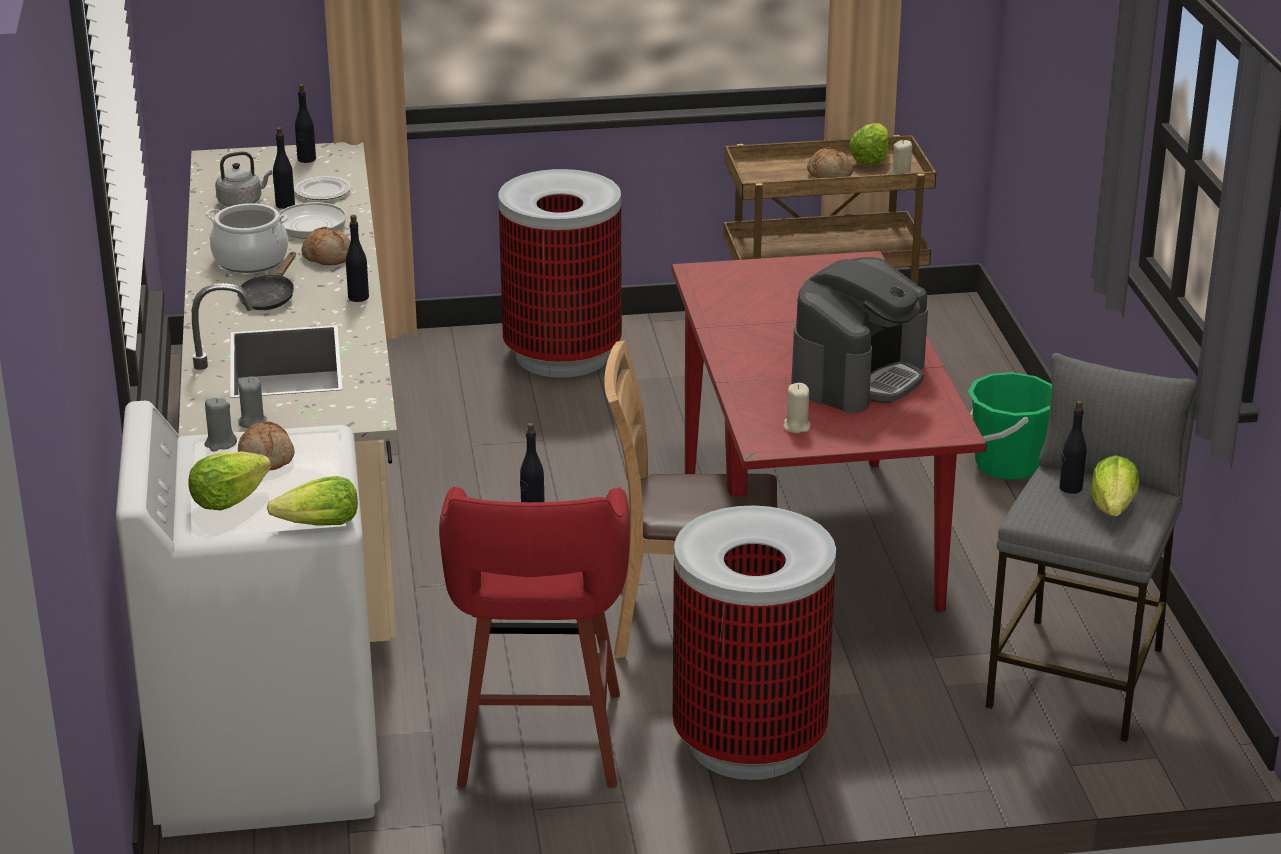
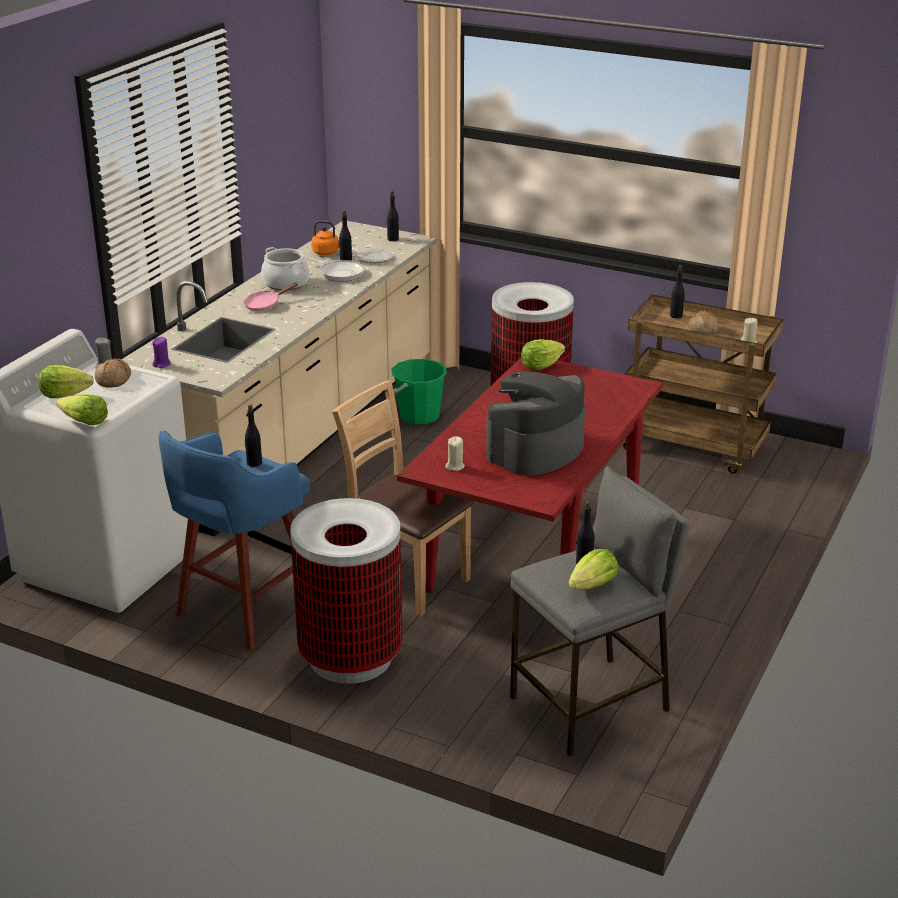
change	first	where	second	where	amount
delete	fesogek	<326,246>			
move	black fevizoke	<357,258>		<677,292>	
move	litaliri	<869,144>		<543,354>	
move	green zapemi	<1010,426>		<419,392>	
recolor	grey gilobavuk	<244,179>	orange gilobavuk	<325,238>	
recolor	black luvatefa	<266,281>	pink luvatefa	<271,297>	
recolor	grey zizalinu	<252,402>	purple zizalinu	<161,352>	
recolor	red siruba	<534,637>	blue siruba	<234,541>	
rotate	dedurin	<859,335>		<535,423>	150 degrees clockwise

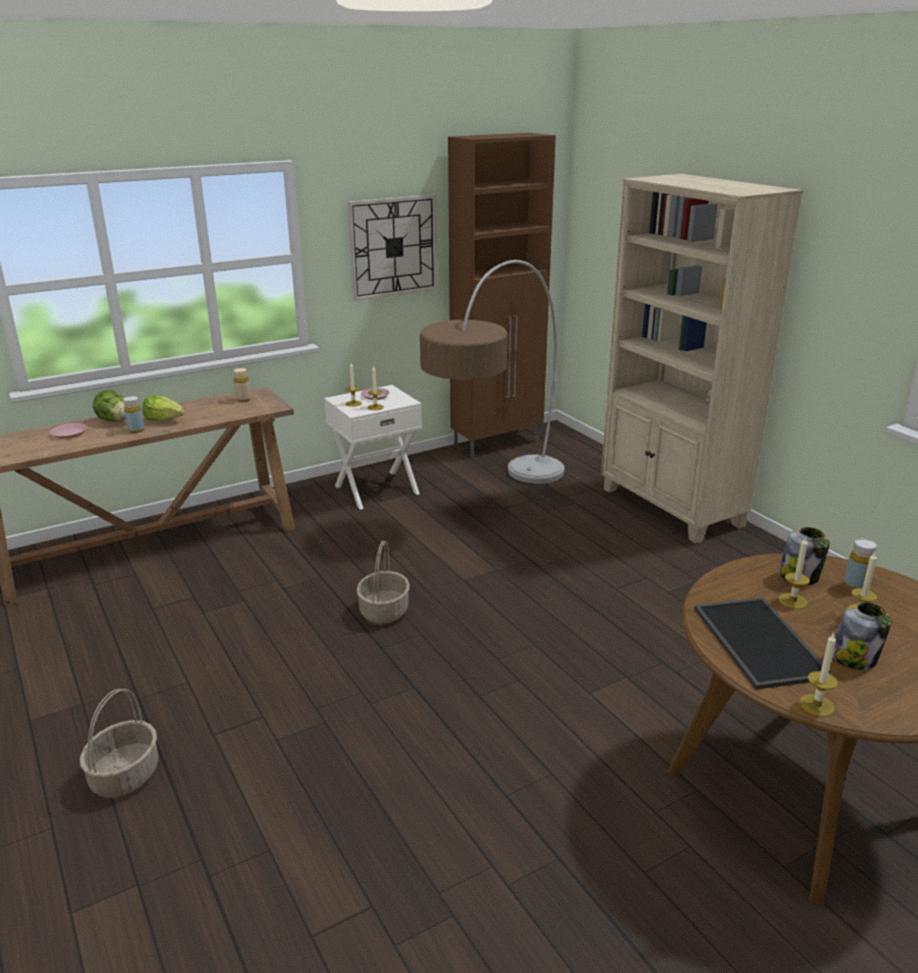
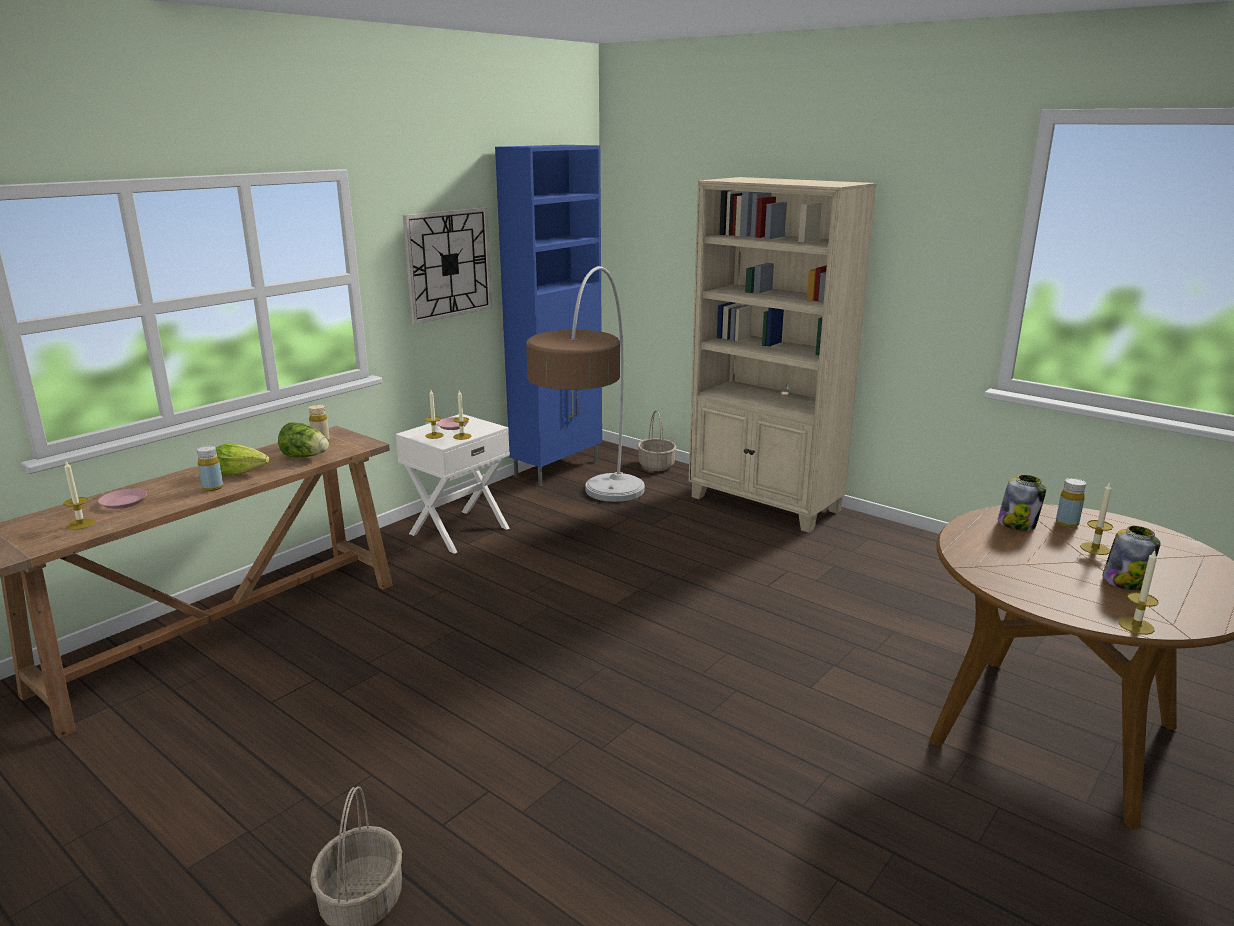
change	first	where	second	where	amount
delete	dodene	<764,643>			
move	litaliri	<109,405>		<303,440>	
move	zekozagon	<383,582>		<656,440>	
move	zizalinu	<794,572>		<79,495>	
recolor	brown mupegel	<502,295>	blue mupegel	<548,315>	

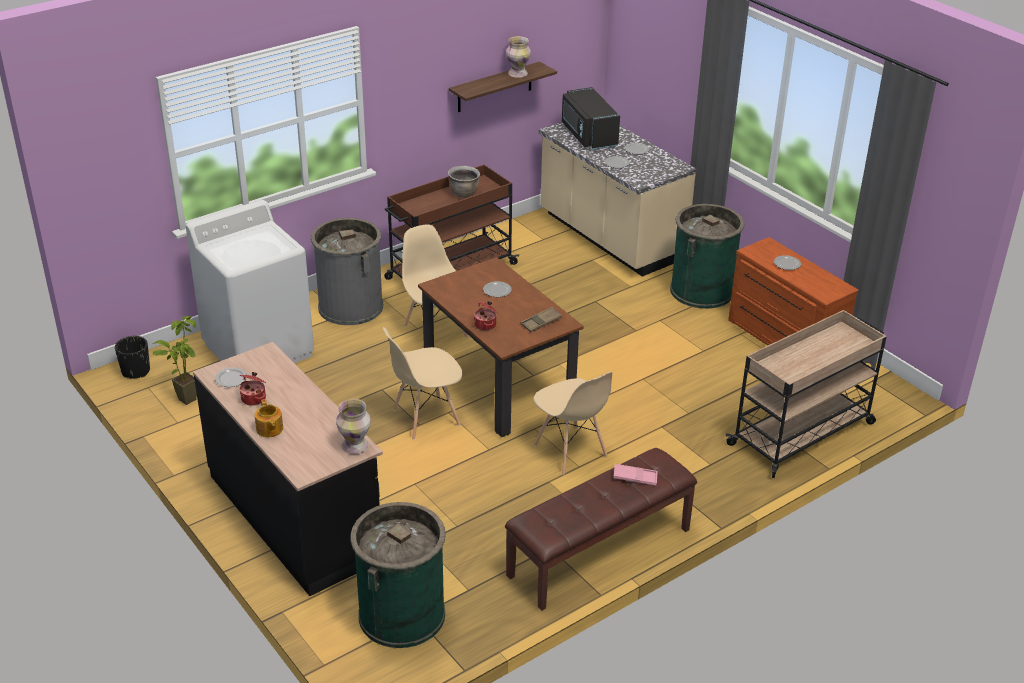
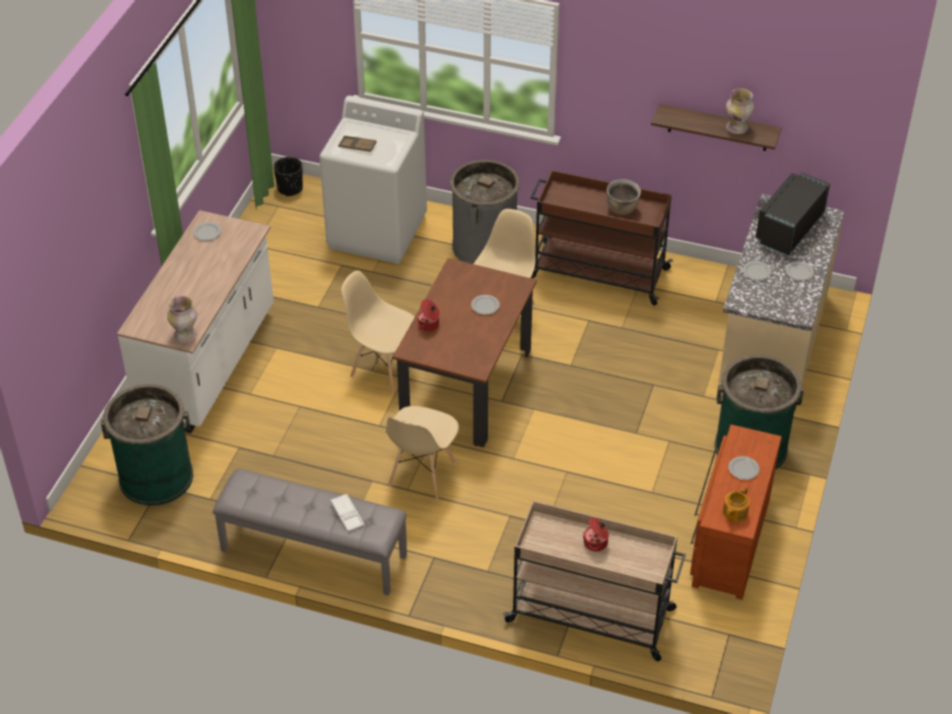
change	first	where	second	where	amount
delete	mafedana	<175,360>			
move	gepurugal	<253,389>		<596,534>	
move	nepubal	<269,418>		<736,504>	
move	brown dodene	<541,319>		<357,144>	
recolor	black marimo	<288,469>	white marimo	<195,321>	
recolor	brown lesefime	<601,529>	grey lesefime	<310,532>	
recolor	pink dodene	<635,474>	white dodene	<347,513>	

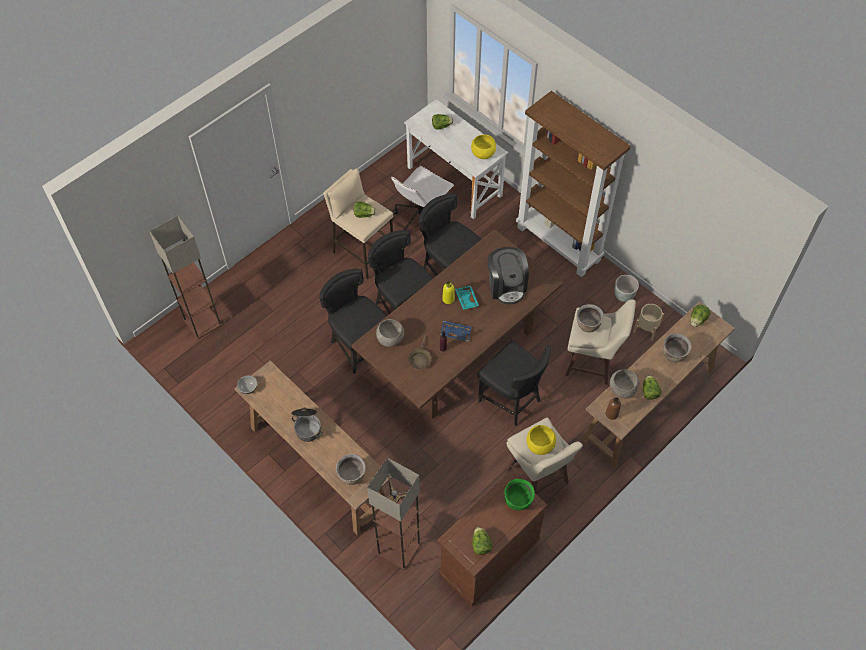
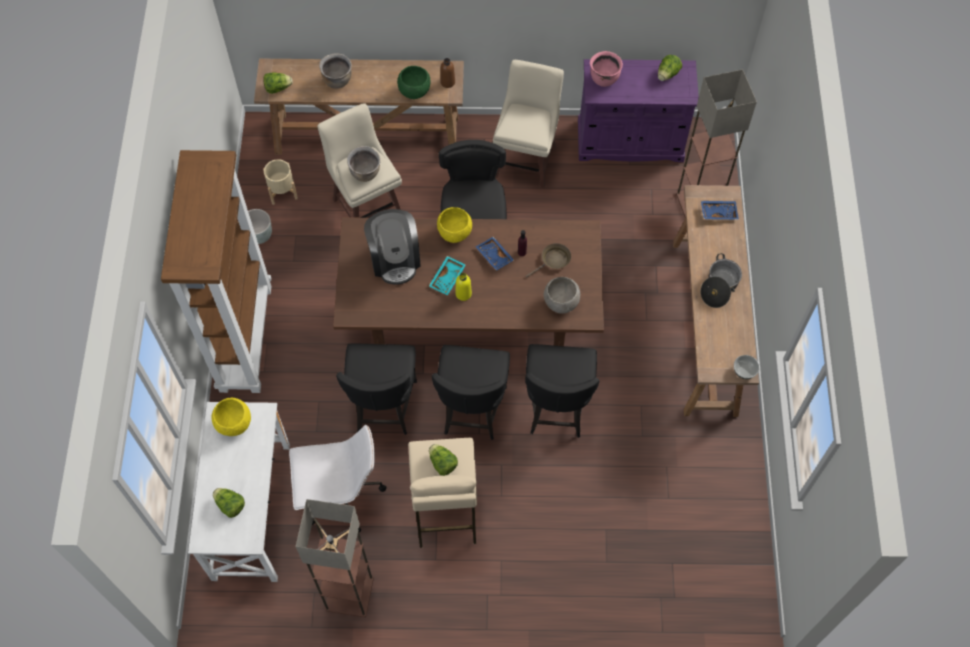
change	first	where	second	where	amount
delete	litaliri	<652,387>			
move	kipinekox	<185,277>		<334,558>	
move	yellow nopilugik	<541,440>		<454,225>	
replace	brown gepurugal	<351,469>	blue dodene	<720,210>	
recolor	brown mupegel	<492,538>	purple mupegel	<638,110>	
recolor	green gepurugal	<520,494>	pink gepurugal	<606,69>	
recolor	grey nopilugik	<624,383>	green nopilugik	<413,82>	
rotate	dedurin	<508,275>		<392,247>	135 degrees clockwise

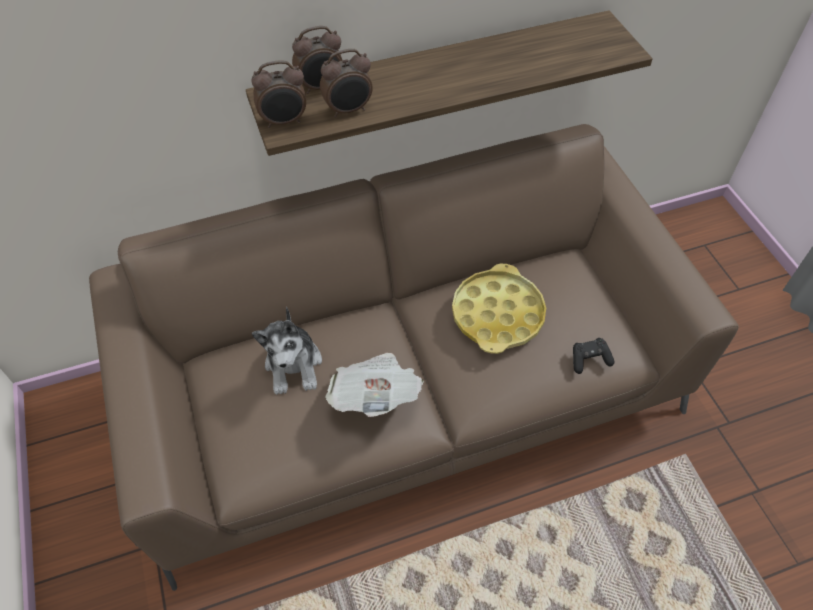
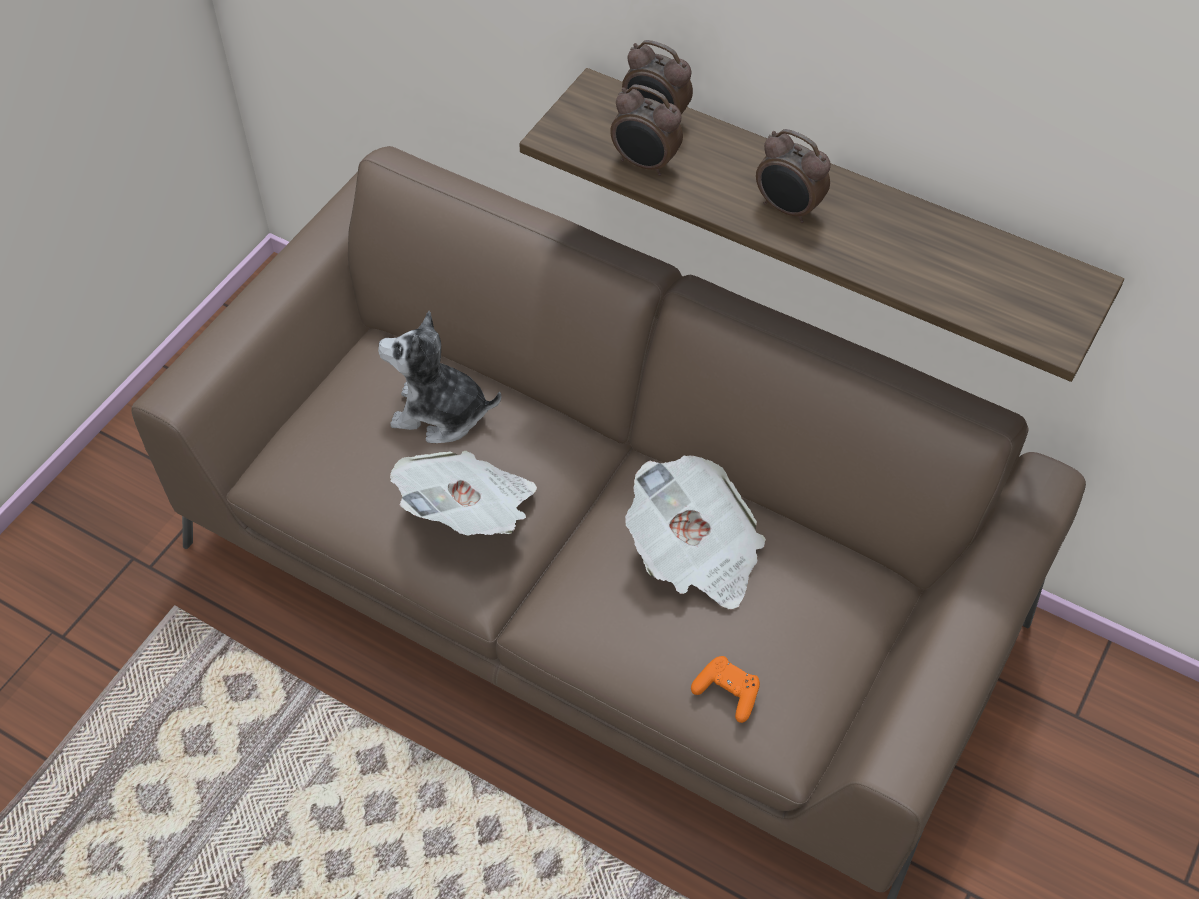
change	first	where	second	where	amount
move	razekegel	<279,94>		<793,176>	
replace	yellow dodene	<499,308>	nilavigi	<695,532>	
recolor	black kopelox	<593,356>	orange kopelox	<725,689>	
rotate	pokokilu	<287,351>		<439,377>	60 degrees clockwise

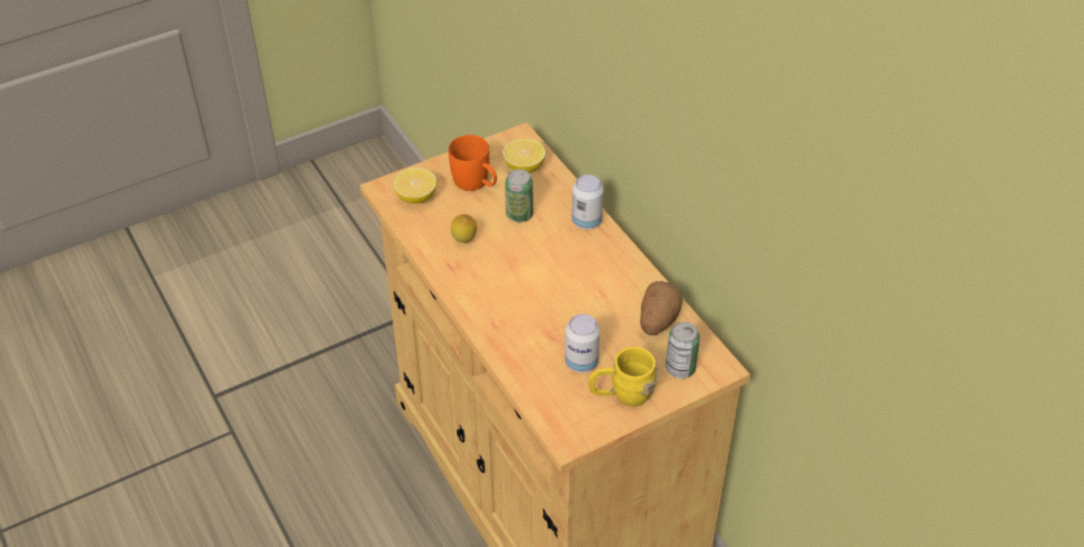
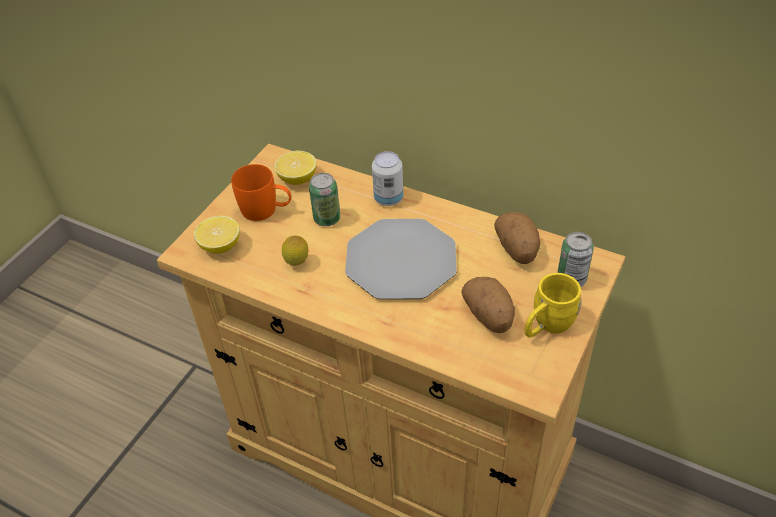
change	first	where	second	where	amount
insert			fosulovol	<401,259>	
replace	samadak	<582,343>	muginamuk	<488,305>	

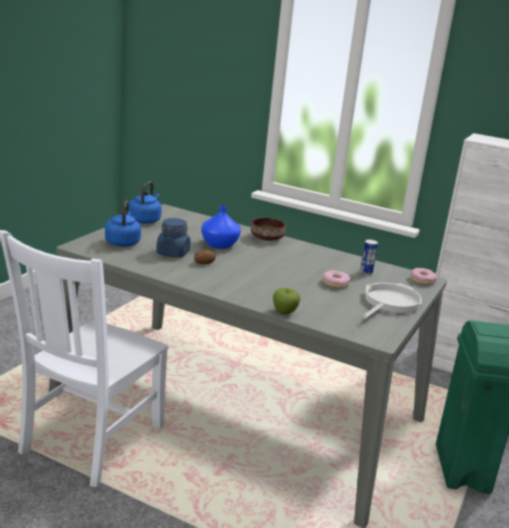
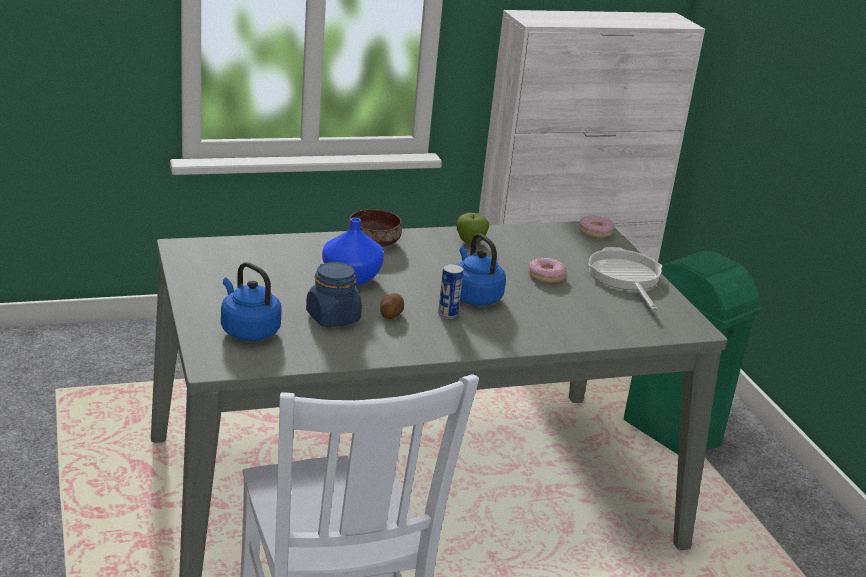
change	first	where	second	where	amount
move	blue gilobavuk	<145,203>		<481,269>	
move	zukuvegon	<286,301>		<472,229>	
move	samadak	<369,257>		<450,291>	

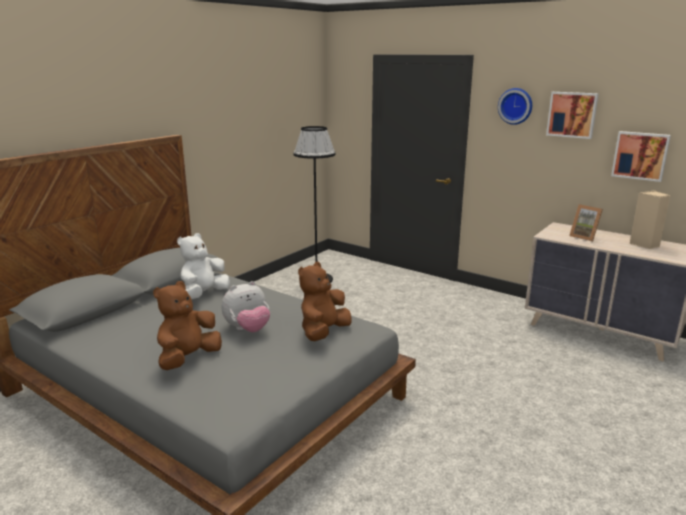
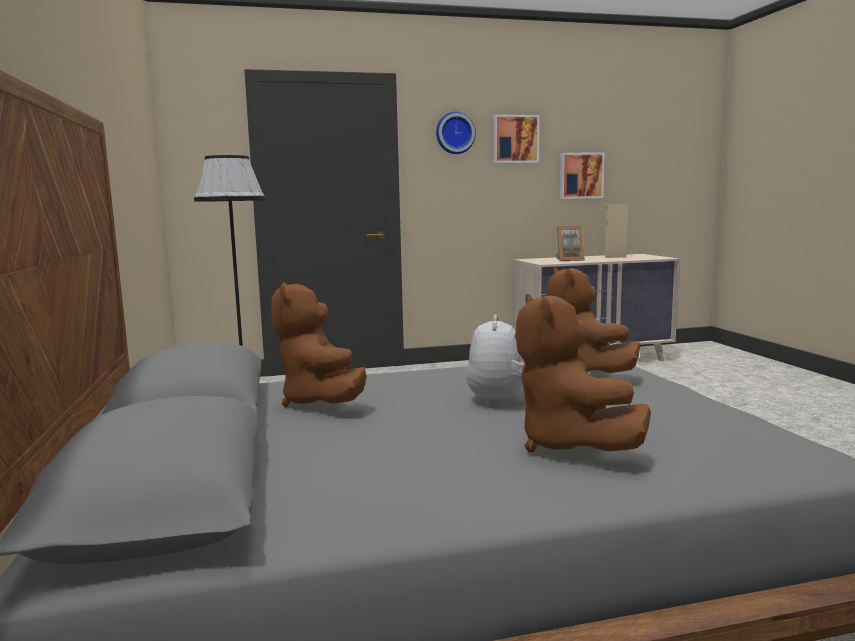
change	first	where	second	where	amount
recolor	white pokokilu	<203,266>	brown pokokilu	<319,345>	

